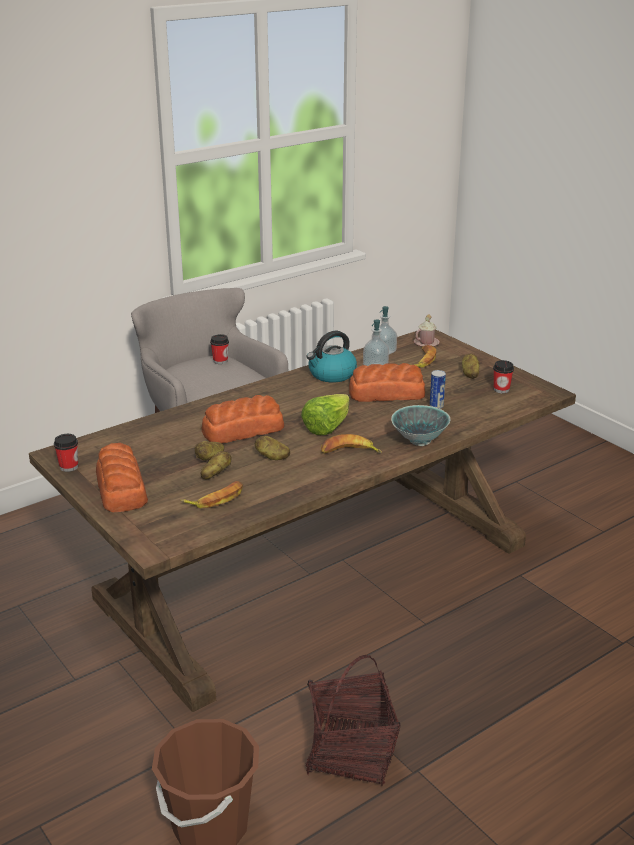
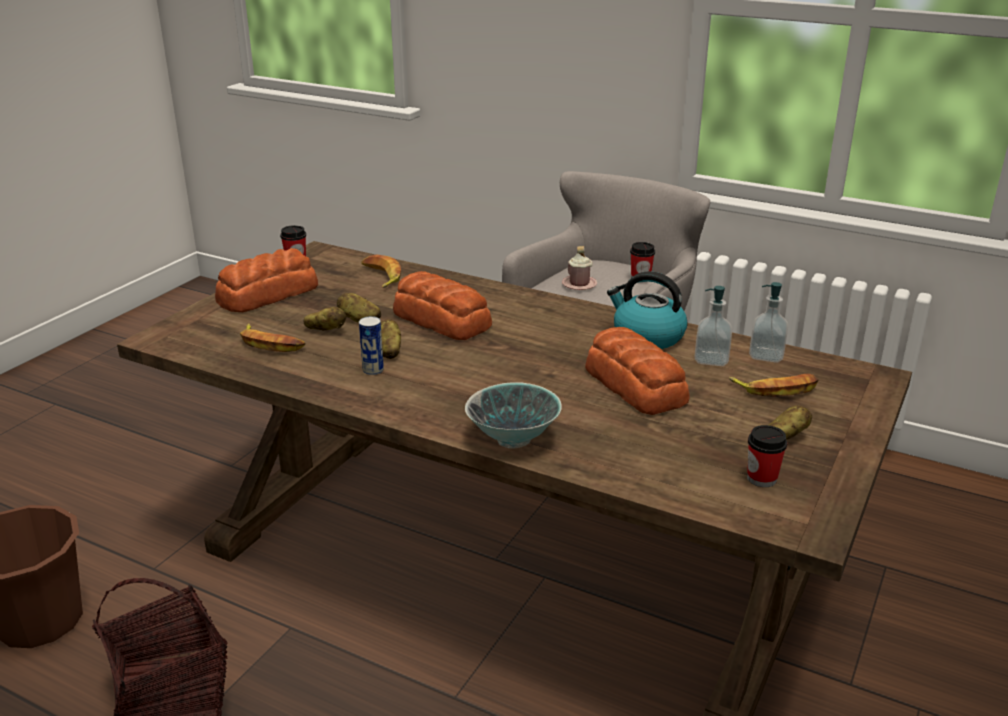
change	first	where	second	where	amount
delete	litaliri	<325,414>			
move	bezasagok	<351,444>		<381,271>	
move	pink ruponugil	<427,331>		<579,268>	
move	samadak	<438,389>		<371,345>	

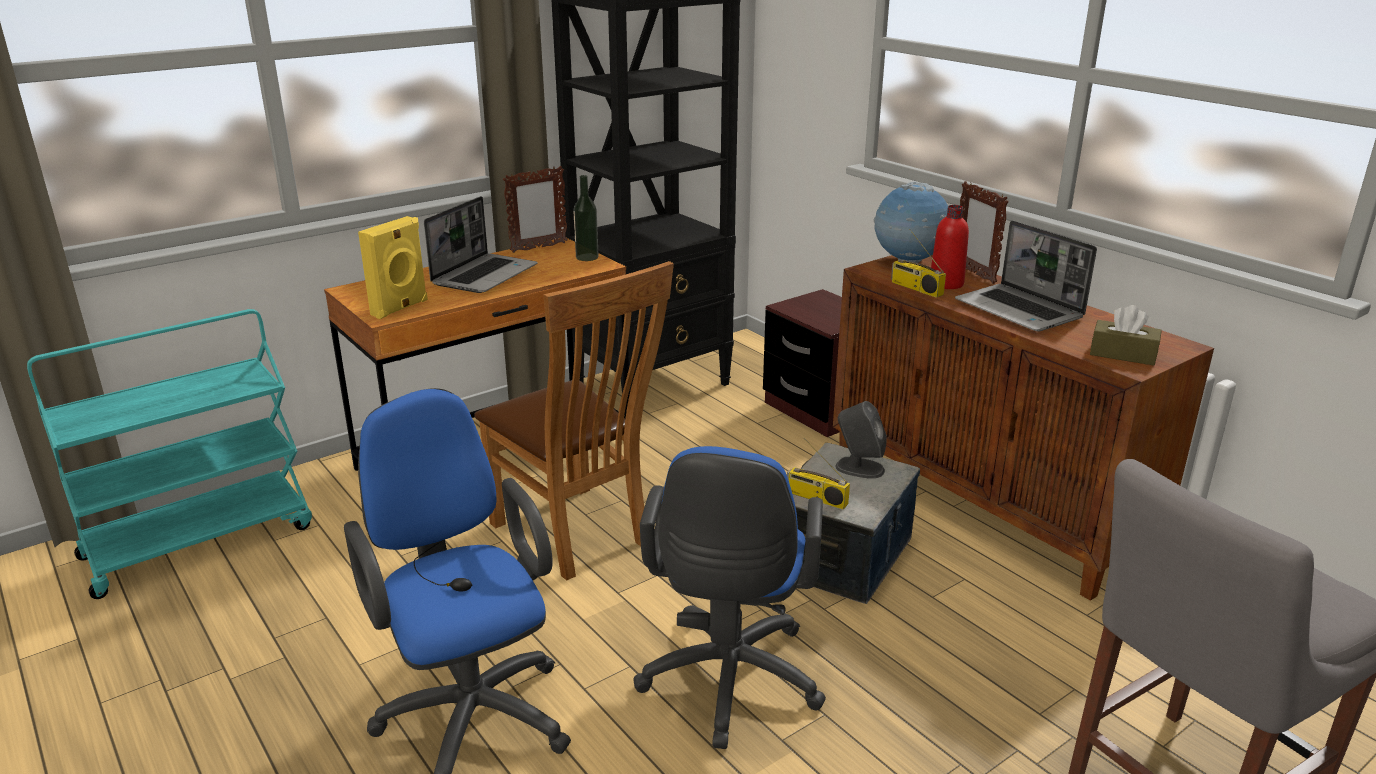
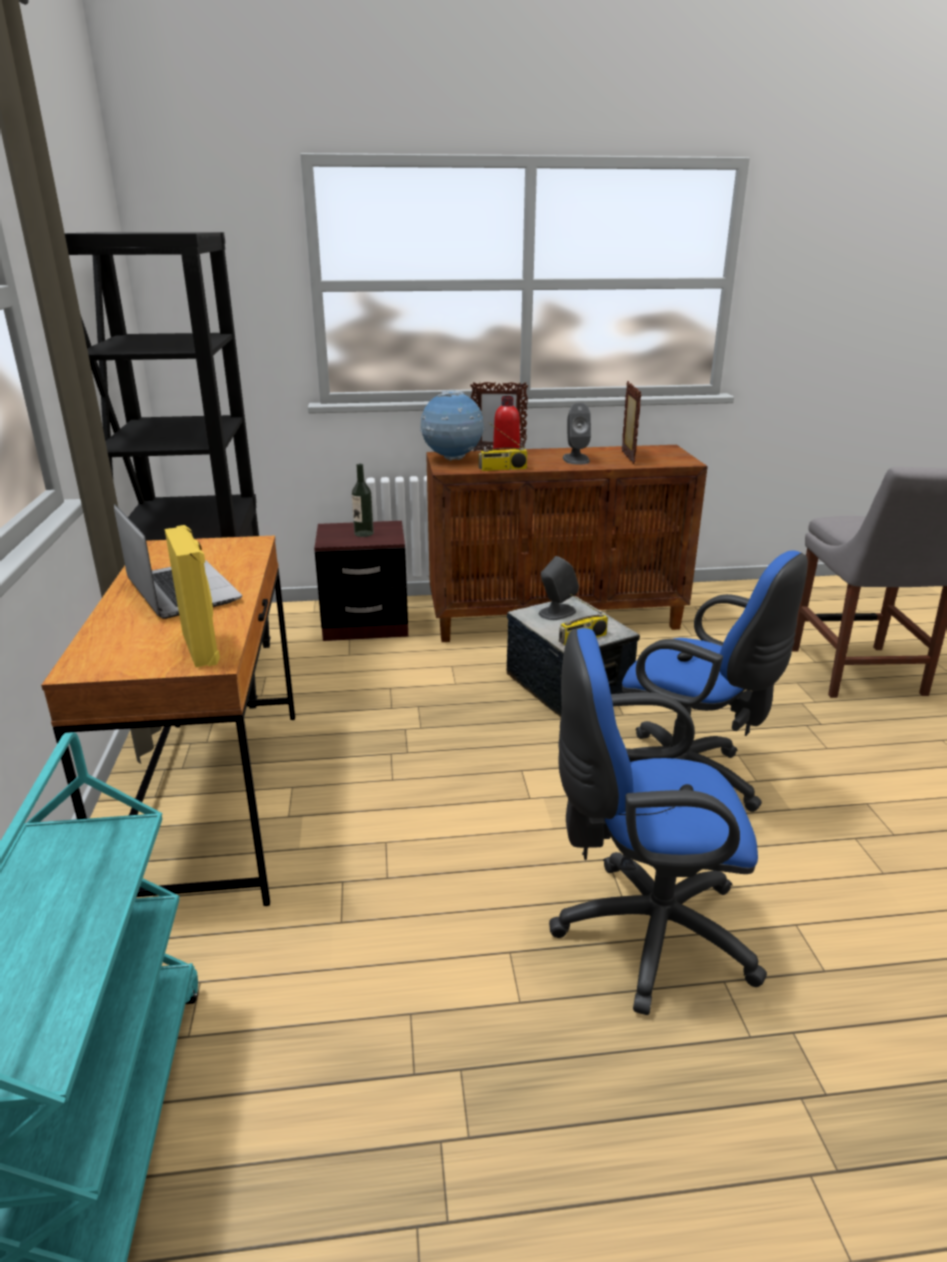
change	first	where	second	where	amount
delete	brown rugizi	<574,421>			
delete	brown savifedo	<1126,335>			
move	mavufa	<535,209>		<631,422>	
move	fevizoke	<586,218>		<363,500>	
replace	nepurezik	<1026,276>	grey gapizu	<577,433>	

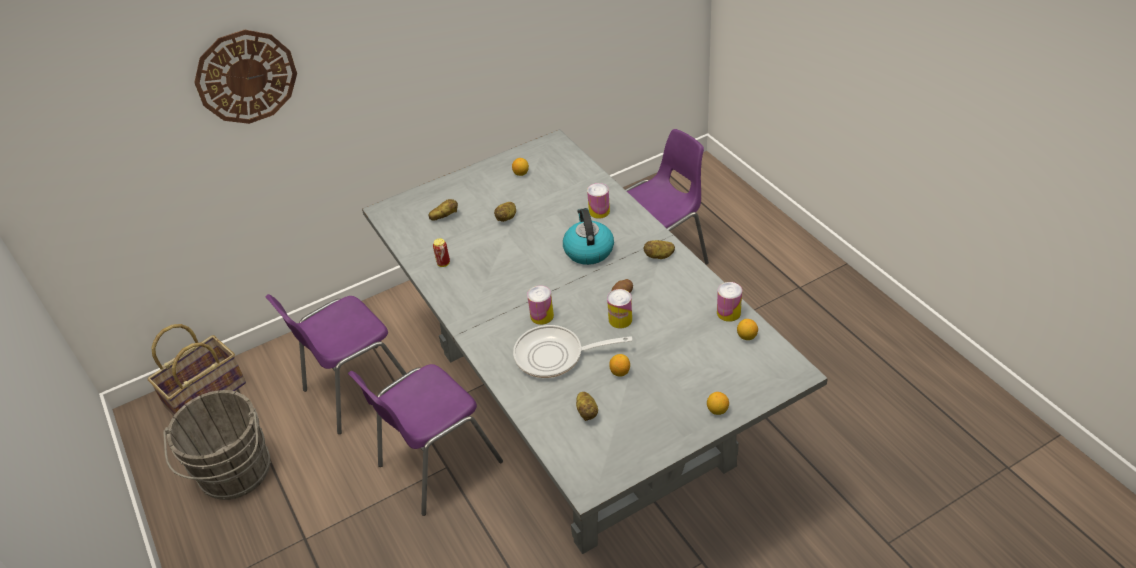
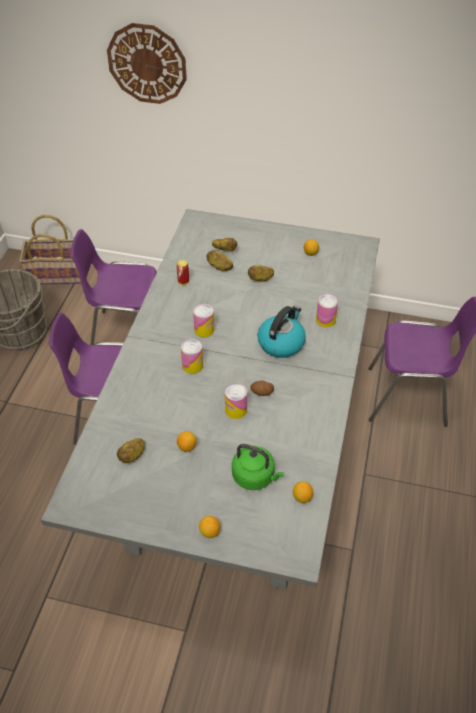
change	first	where	second	where	amount
delete	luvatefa	<573,351>			
insert			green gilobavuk	<258,467>	
move	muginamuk	<659,249>		<220,260>	
move	samadak	<729,302>		<203,320>	

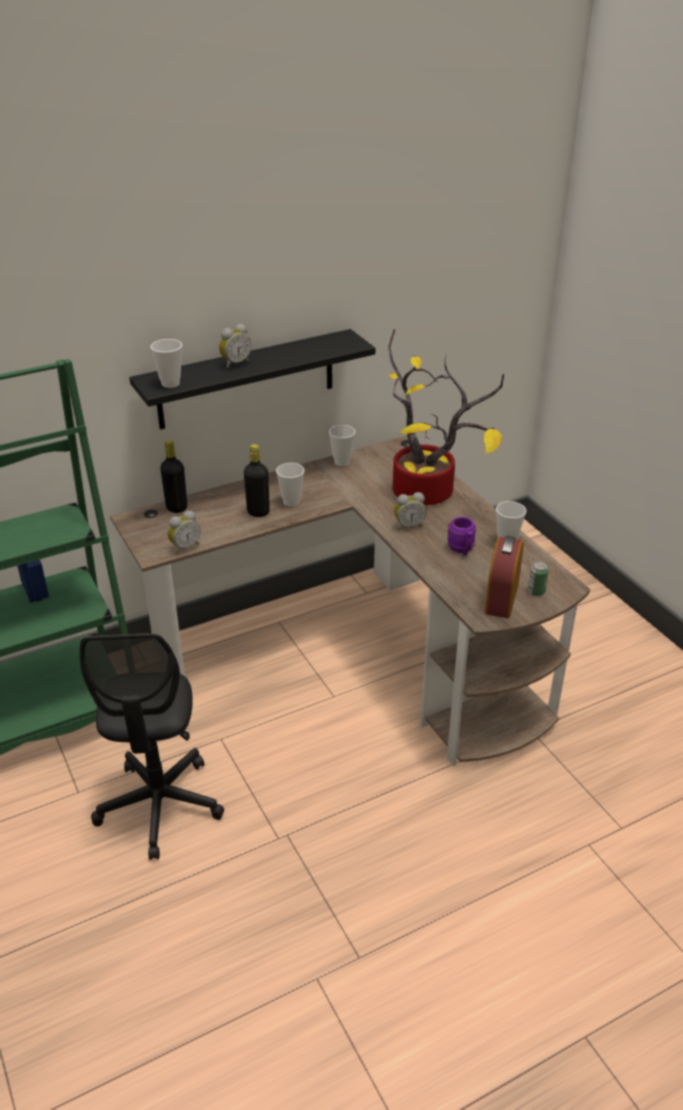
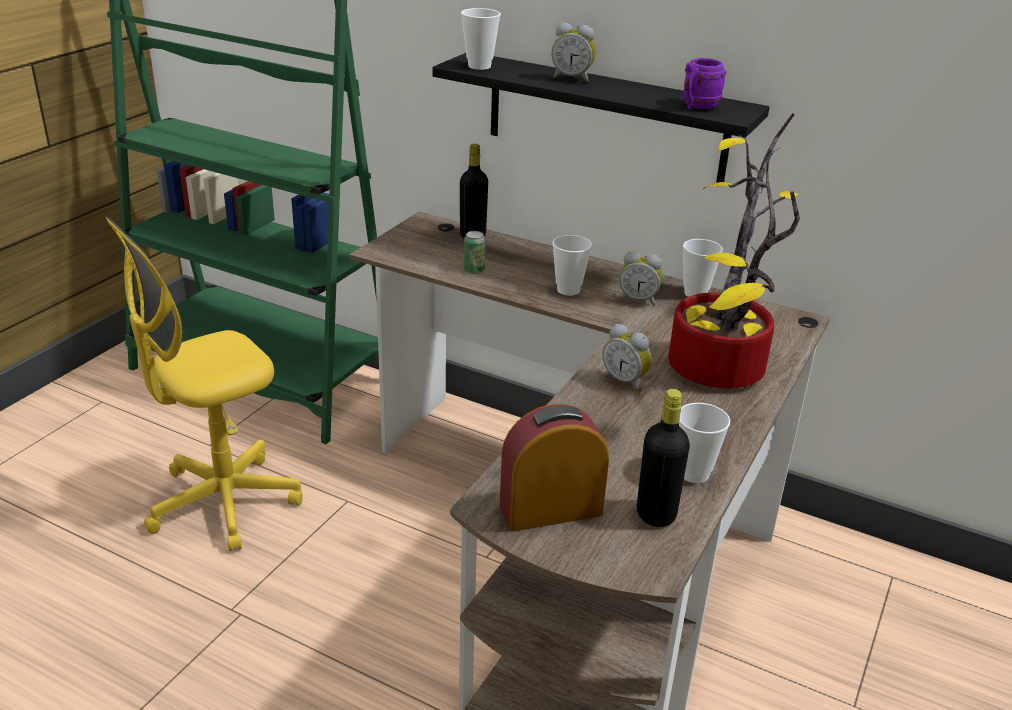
change	first	where	second	where	amount
move	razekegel	<184,532>		<640,278>	
move	black fevizoke	<257,480>		<663,458>	
move	purple ruponugil	<462,536>		<704,84>	
move	samadak	<538,578>		<474,252>	
recolor	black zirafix	<152,746>	yellow zirafix	<204,384>	

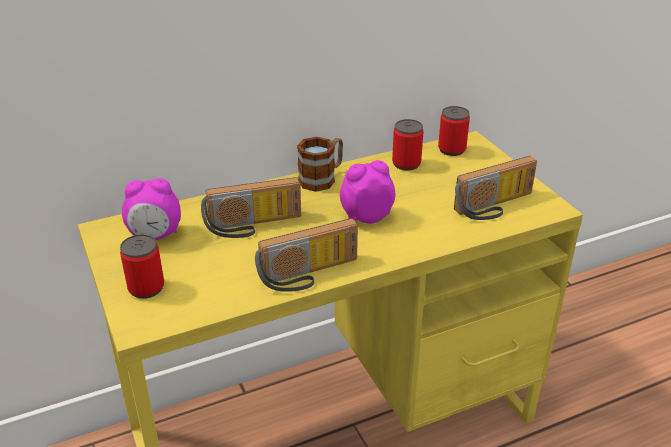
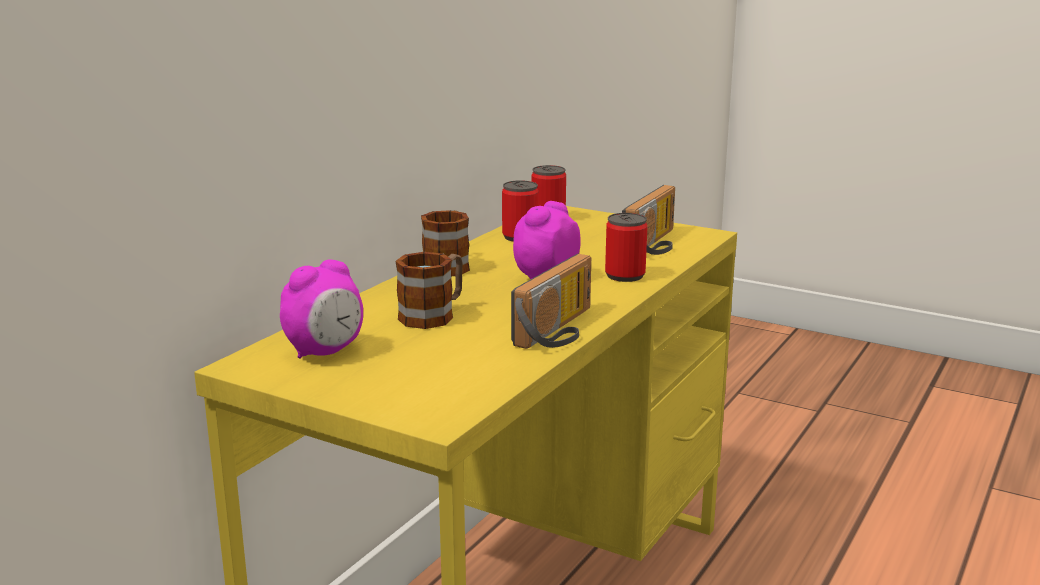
change	first	where	second	where	amount
move	samadak	<142,266>		<626,247>	
replace	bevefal	<251,207>	ruponugil	<429,290>	

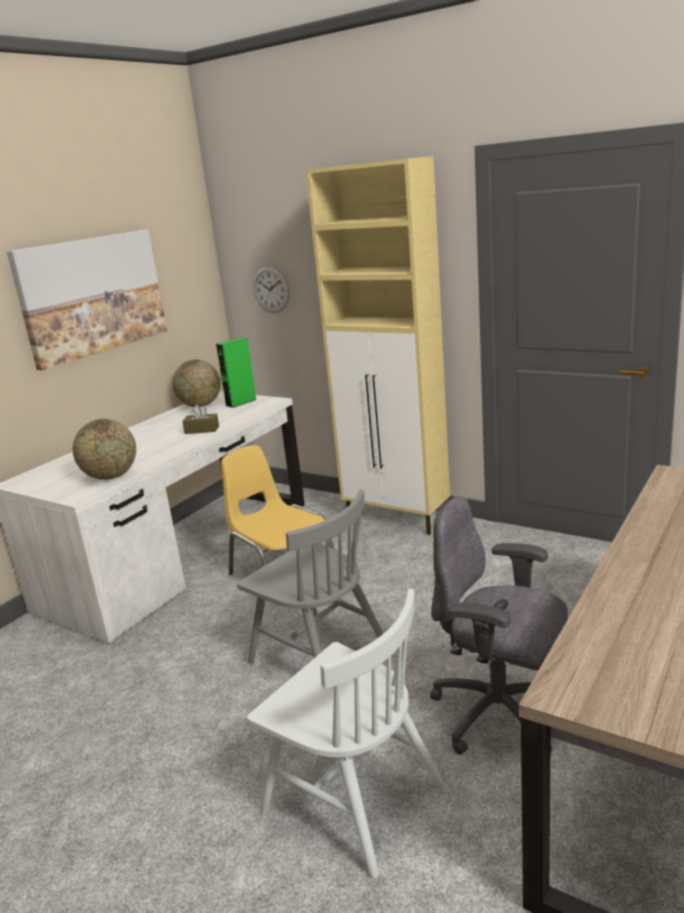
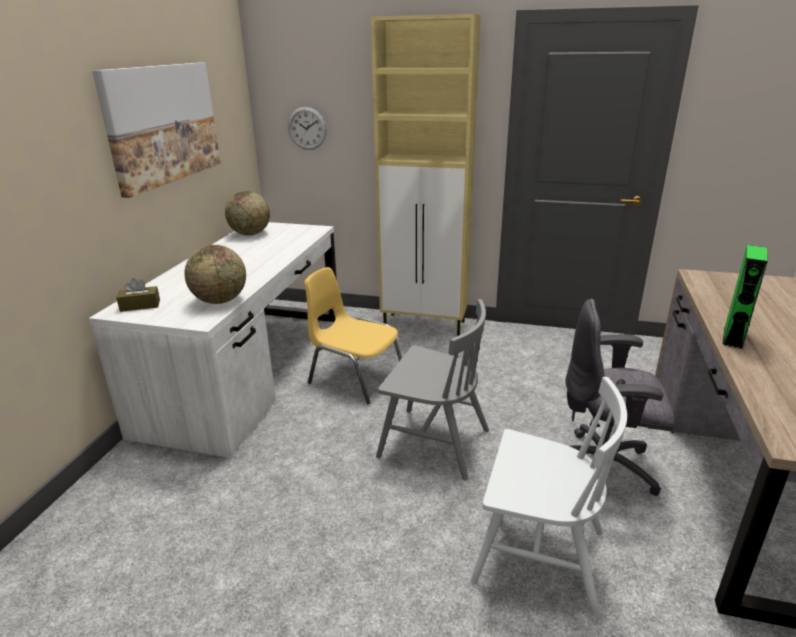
change	first	where	second	where	amount
move	brown savifedo	<200,419>		<138,295>	
move	green gapizu	<236,372>		<745,297>	

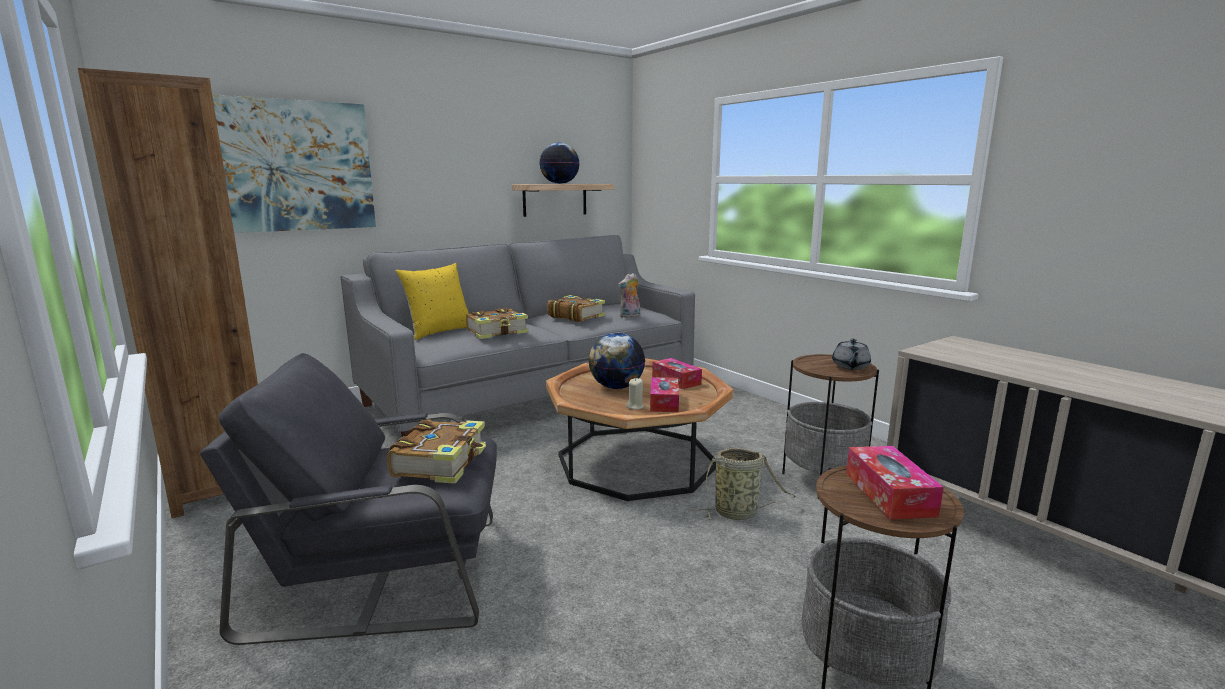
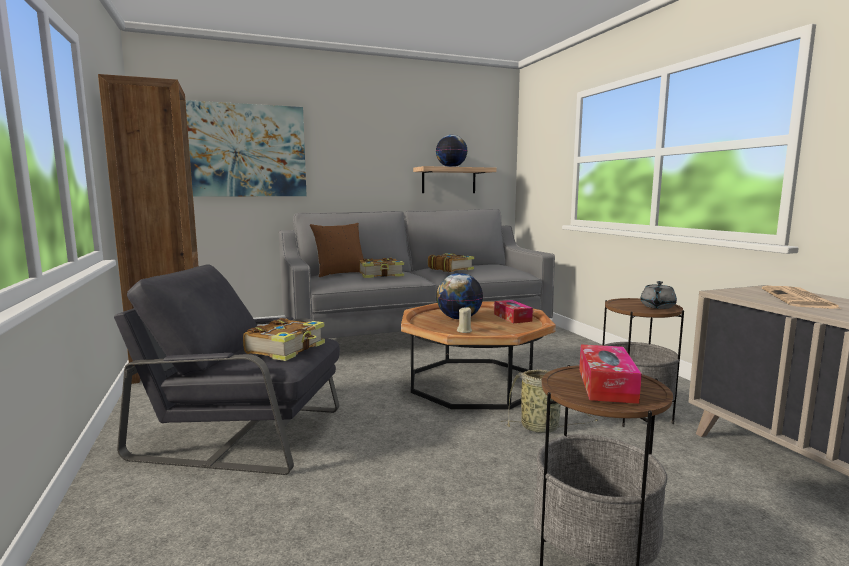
change	first	where	second	where	amount
delete	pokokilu	<629,295>			
delete	savifedo	<664,394>			
insert			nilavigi	<801,297>	
recolor	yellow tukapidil	<432,301>	brown tukapidil	<337,250>	

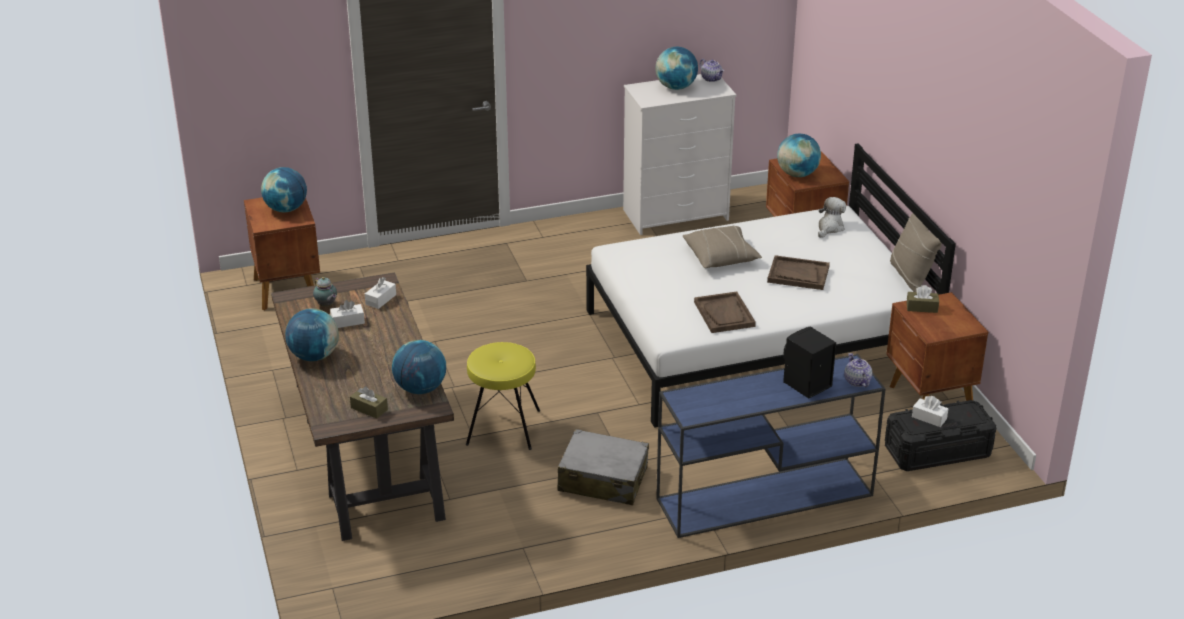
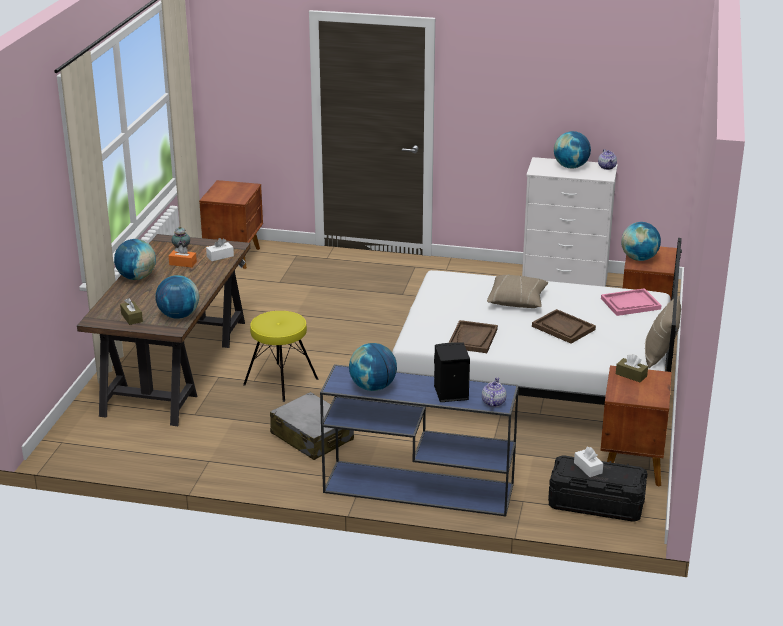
change	first	where	second	where	amount
move	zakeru	<284,189>		<373,367>	
replace	pokokilu	<832,217>	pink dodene	<631,302>	
recolor	white savifedo	<347,314>	orange savifedo	<183,256>	

